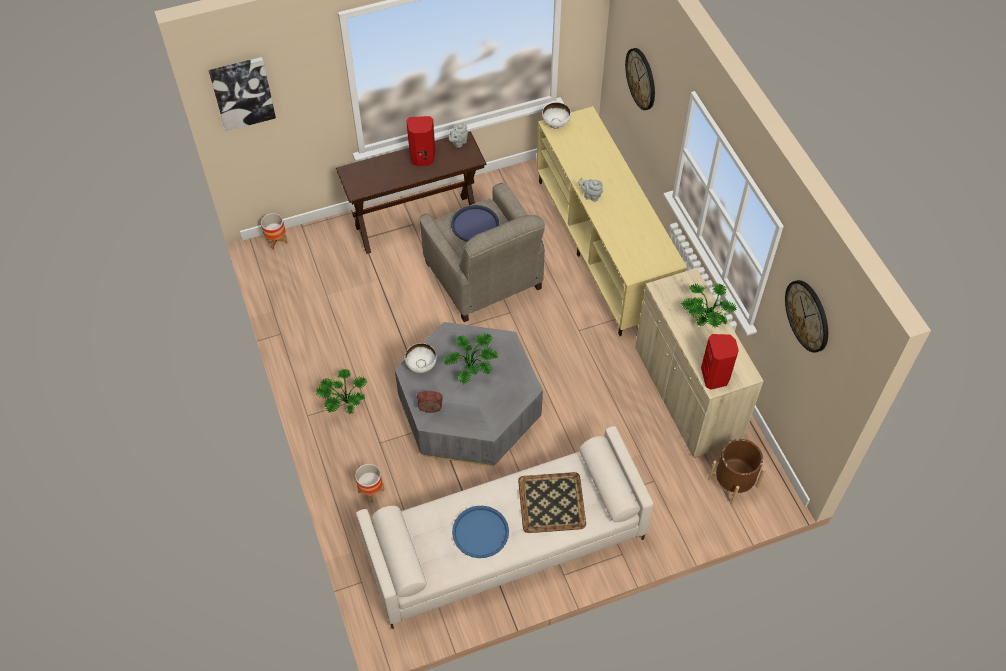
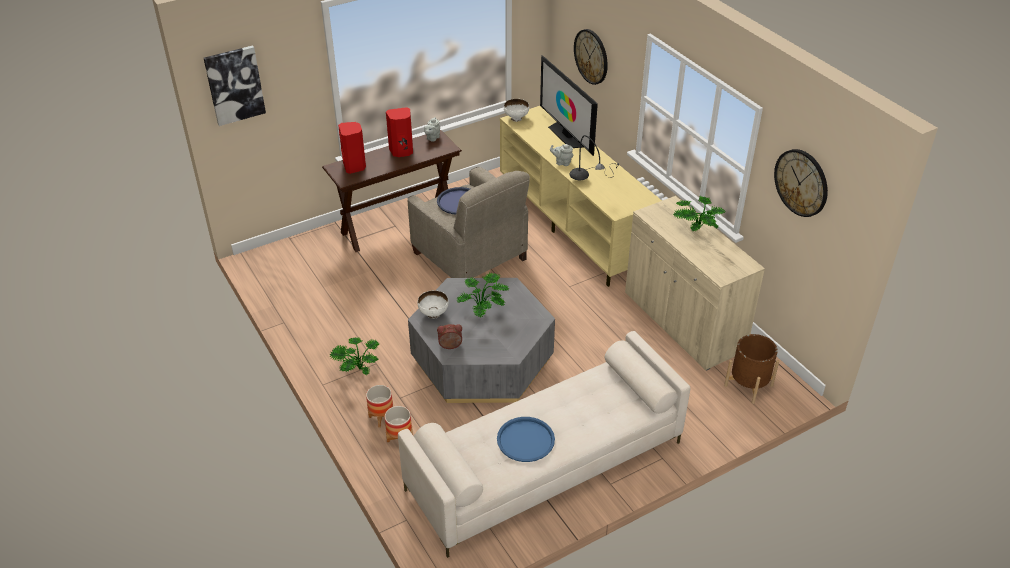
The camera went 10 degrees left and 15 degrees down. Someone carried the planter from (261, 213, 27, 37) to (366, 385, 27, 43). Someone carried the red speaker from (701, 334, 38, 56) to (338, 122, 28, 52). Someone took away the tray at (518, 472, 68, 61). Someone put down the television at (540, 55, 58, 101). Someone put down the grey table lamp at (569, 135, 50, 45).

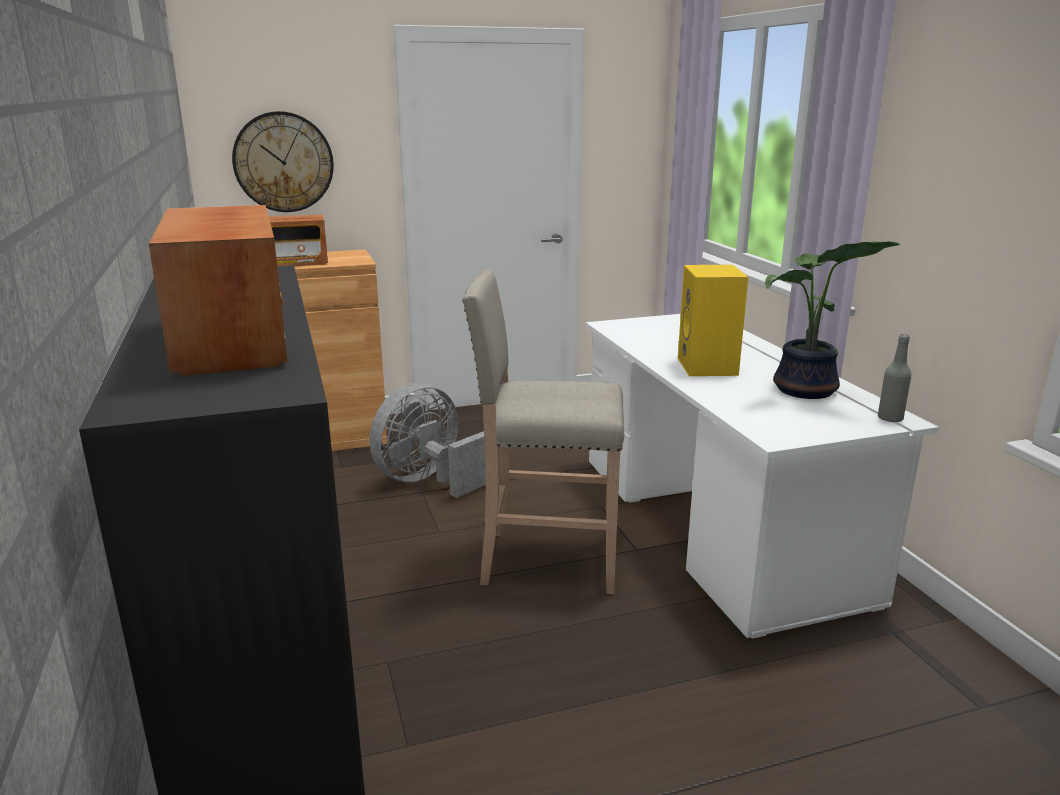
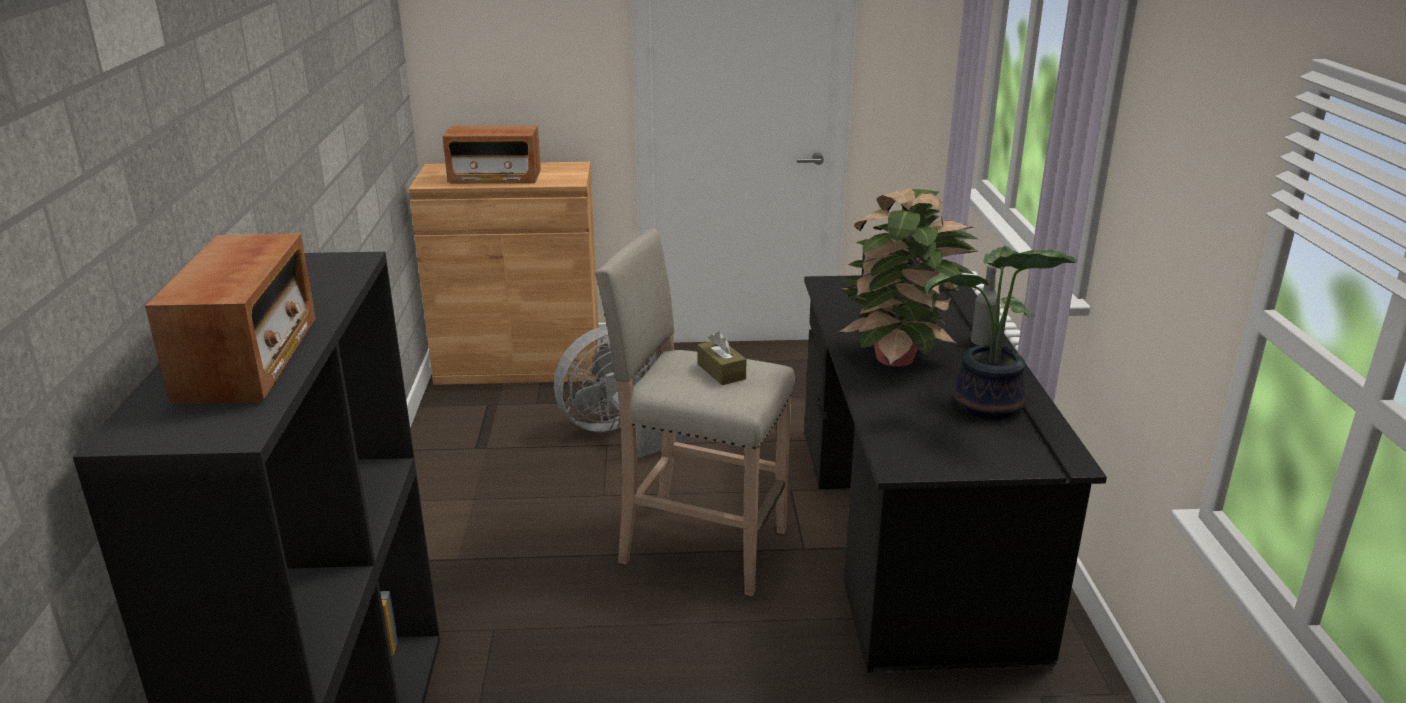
The camera went 15 degrees right and 5 degrees up. Someone took away the wall clock at (232, 111, 102, 101). Someone swapped the yellow speaker at (678, 265, 70, 111) for the potted plant at (837, 188, 141, 179). Someone repainted the white desk at (586, 314, 353, 325), which became the black desk at (804, 275, 303, 399). Someone carried the grey bottle from (878, 334, 33, 88) to (971, 265, 26, 81). Someone put down the brown tissue box at (697, 331, 50, 54).

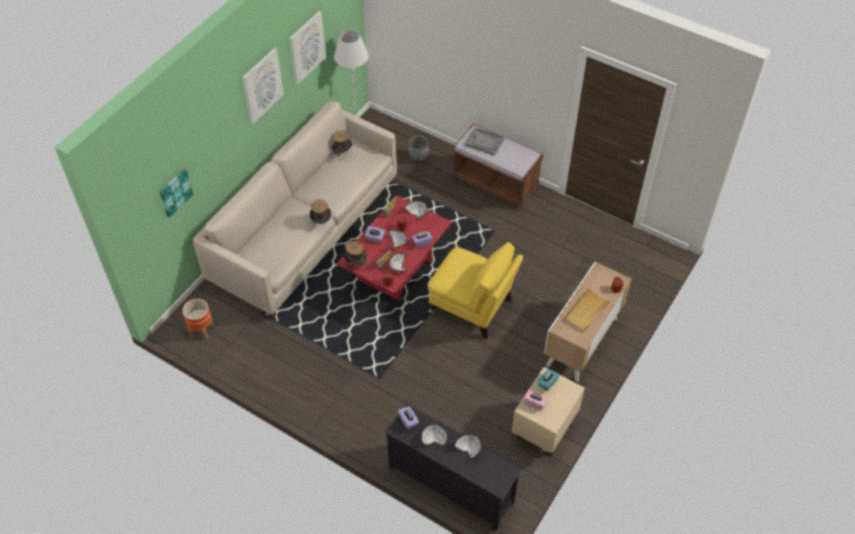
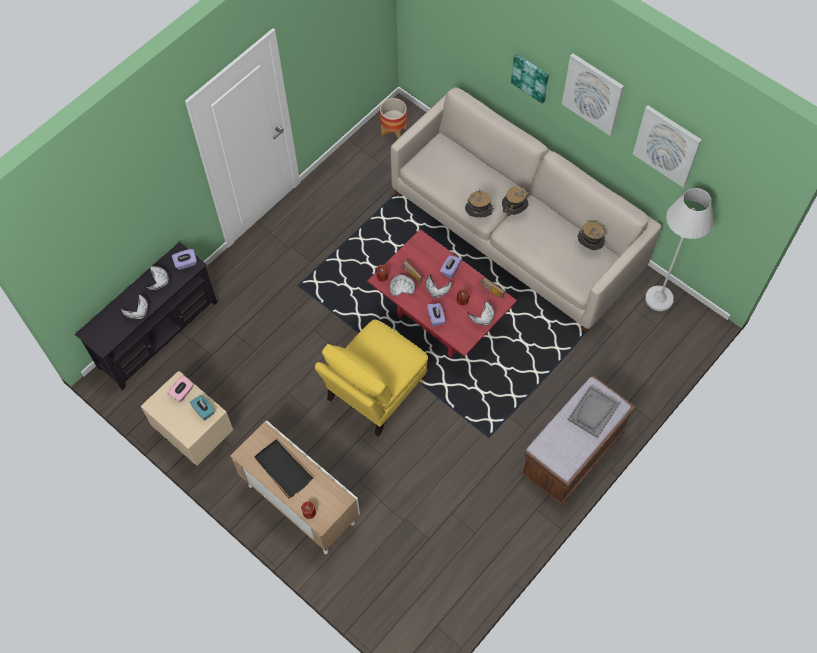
The camera went 100 degrees right and 10 degrees up. Someone took away the grey planter at (408, 135, 21, 28). Someone carried the picture from (160, 169, 33, 49) to (511, 54, 38, 50). Someone carried the hat from (344, 241, 23, 26) to (502, 186, 27, 30). Someone repainted the beige tray at (564, 288, 47, 44), which became the black tray at (254, 439, 60, 60).

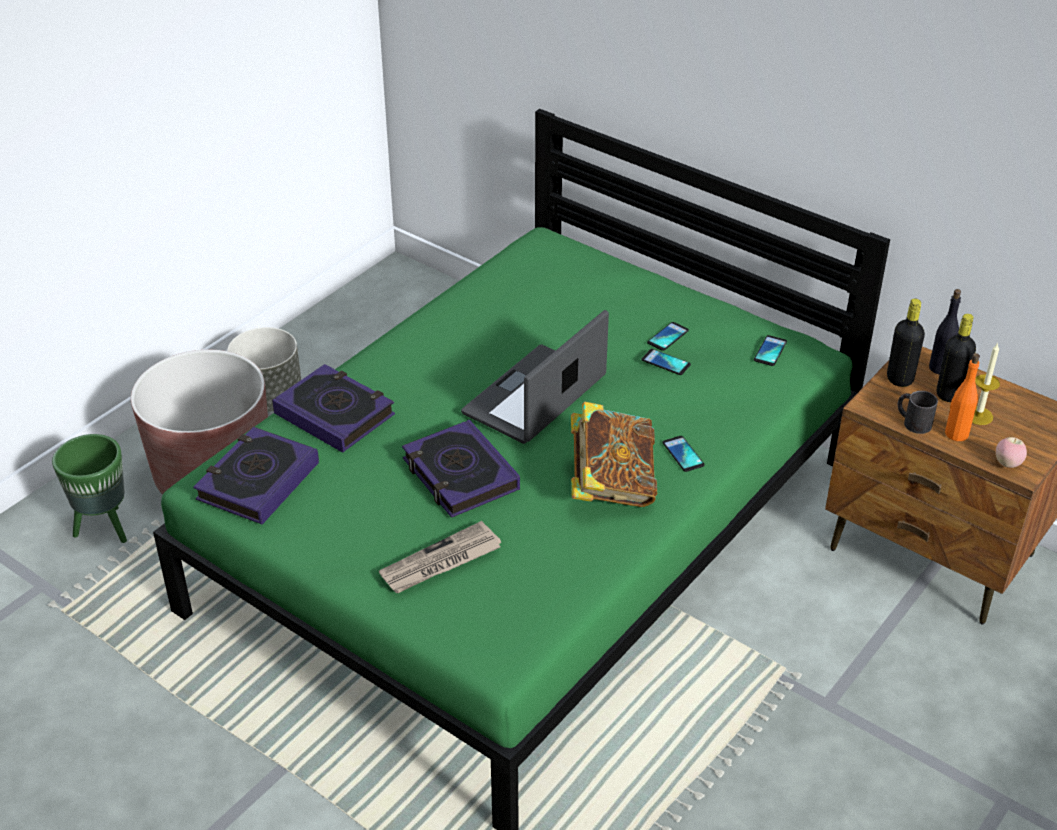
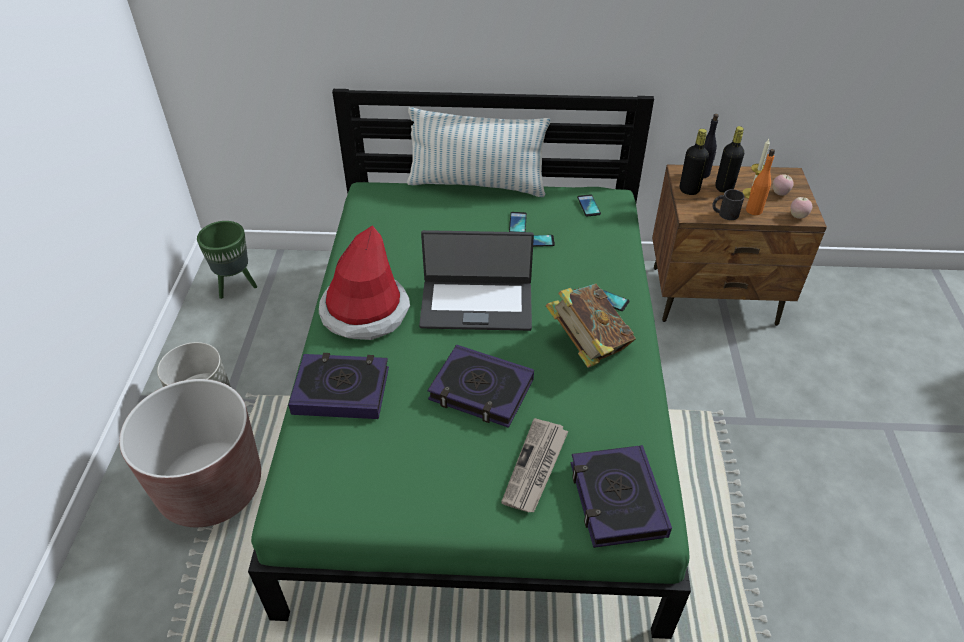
The camera went 35 degrees left and 5 degrees up. Someone rotated the laptop at (461, 310, 148, 134) by 90 degrees counterclockwise. Someone carried the book from (193, 427, 126, 97) to (571, 445, 101, 103). Someone carried the green planter from (52, 434, 75, 109) to (197, 221, 60, 78). Someone put down the pillow at (407, 107, 144, 90). Someone put down the apple at (773, 174, 21, 22). Someone put down the hat at (319, 225, 91, 115).

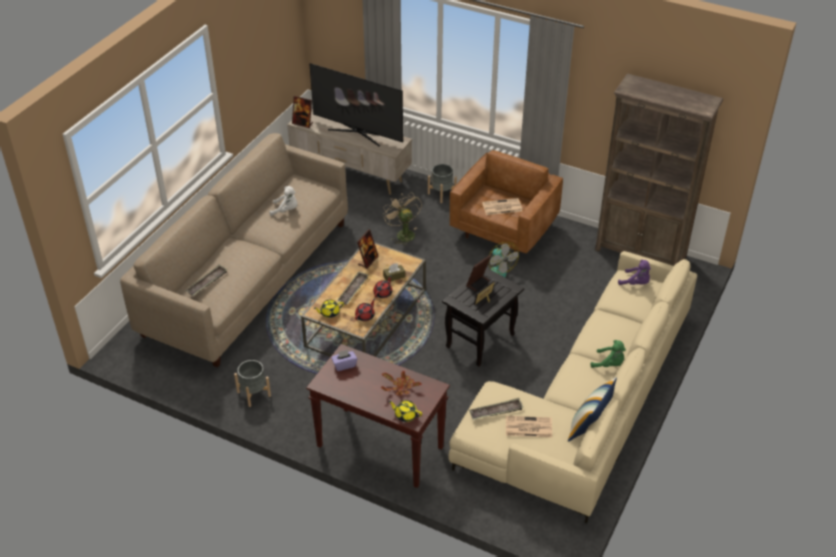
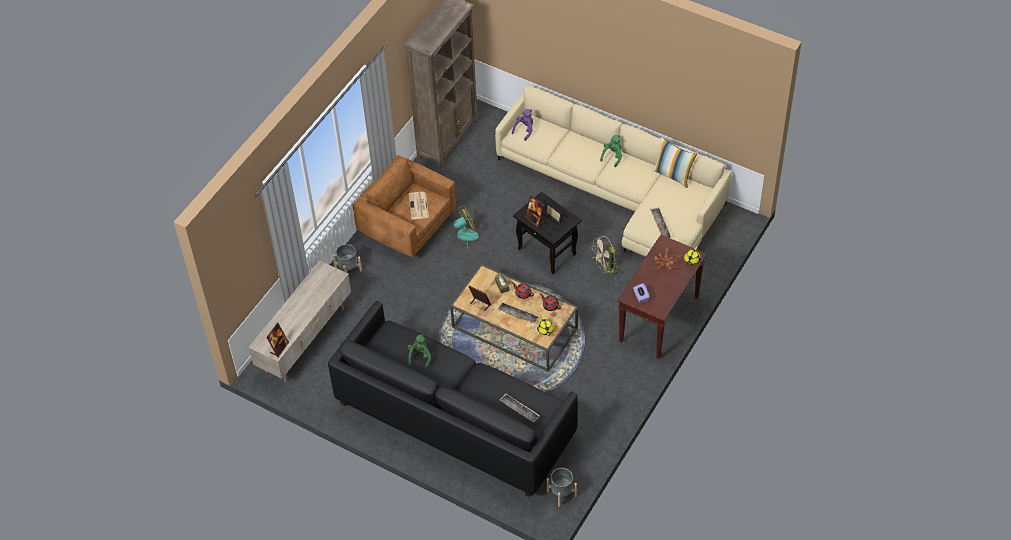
The camera went 85 degrees left and 10 degrees up. Someone took away the television at (310, 63, 93, 83). Someone repainted the beige sofa at (120, 133, 228, 234), which became the black sofa at (328, 301, 250, 196). Someone repainted the white plush toy at (269, 186, 28, 30), which became the green plush toy at (408, 334, 23, 35). Someone carried the beige fan from (383, 192, 39, 54) to (592, 235, 32, 44). Someone carried the grey planter from (234, 360, 37, 47) to (547, 468, 30, 39). Someone took away the newspaper at (506, 416, 46, 22).

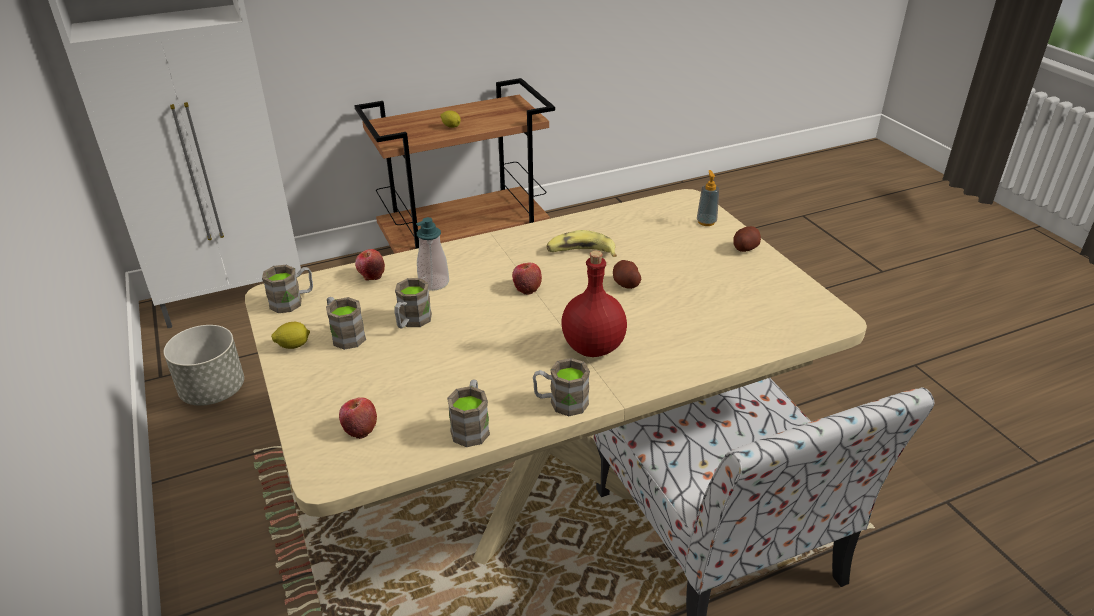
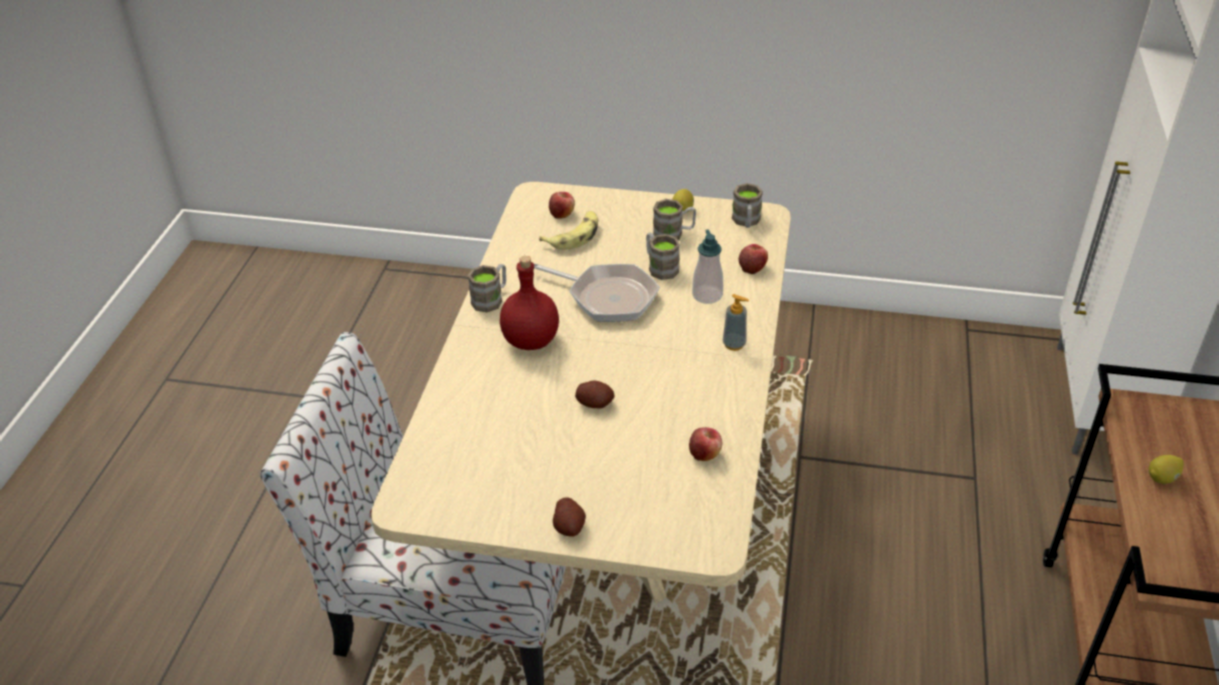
The camera went 125 degrees right and 5 degrees up. Someone carried the soap dispenser from (697, 170, 22, 56) to (723, 294, 26, 57). Someone carried the banana from (547, 230, 70, 27) to (539, 211, 59, 38). Someone carried the apple from (512, 263, 30, 32) to (689, 427, 34, 34). Someone took away the grey planter at (164, 325, 80, 81). Someone took away the brown mug at (447, 380, 43, 67). Someone put down the frying pan at (533, 263, 127, 59).

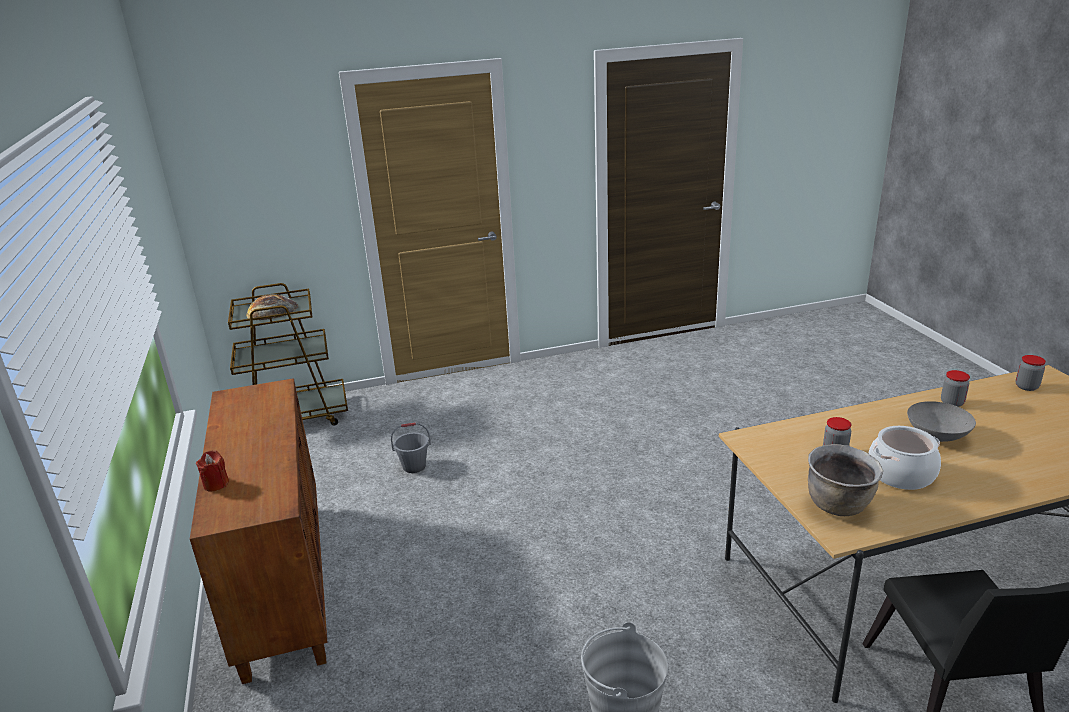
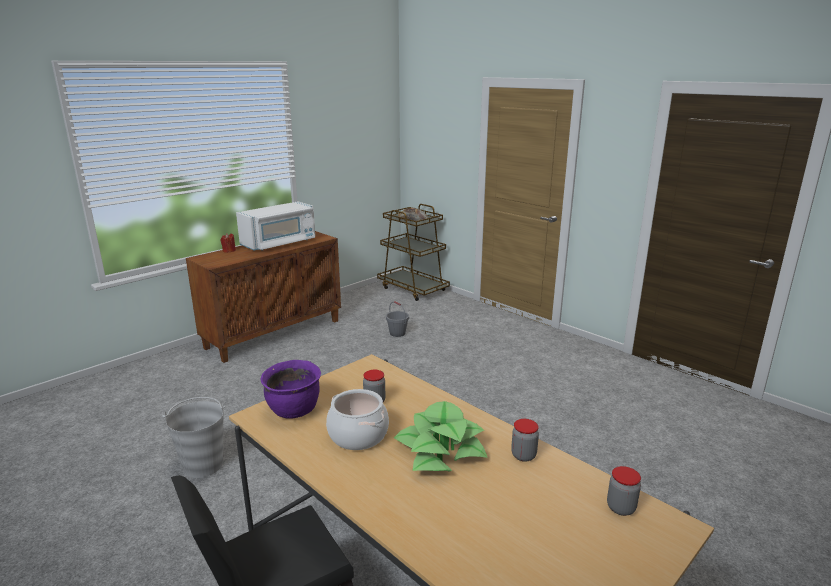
The camera went 60 degrees right and 5 degrees down. Someone swapped the grey bowl at (907, 401, 69, 41) for the potted plant at (394, 401, 94, 71). Someone repainted the brown cooking pot at (808, 444, 75, 72), which became the purple cooking pot at (261, 360, 60, 59). Someone put down the white microwave at (236, 201, 79, 50).

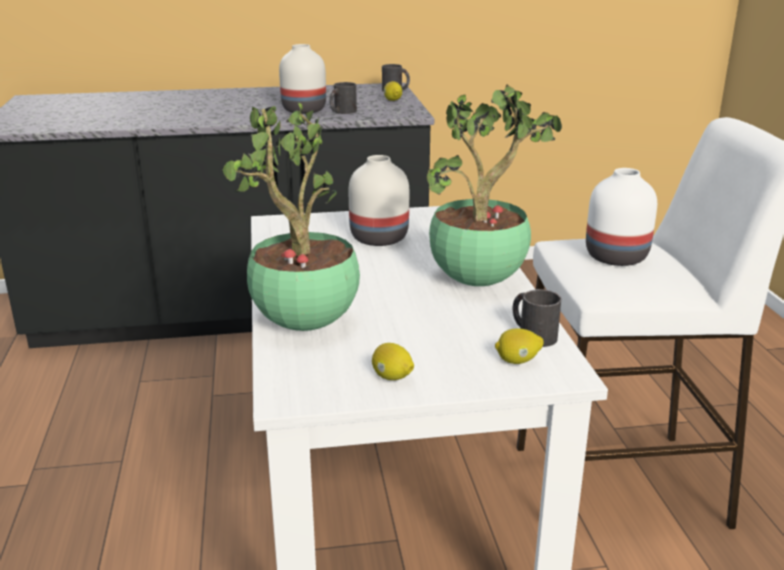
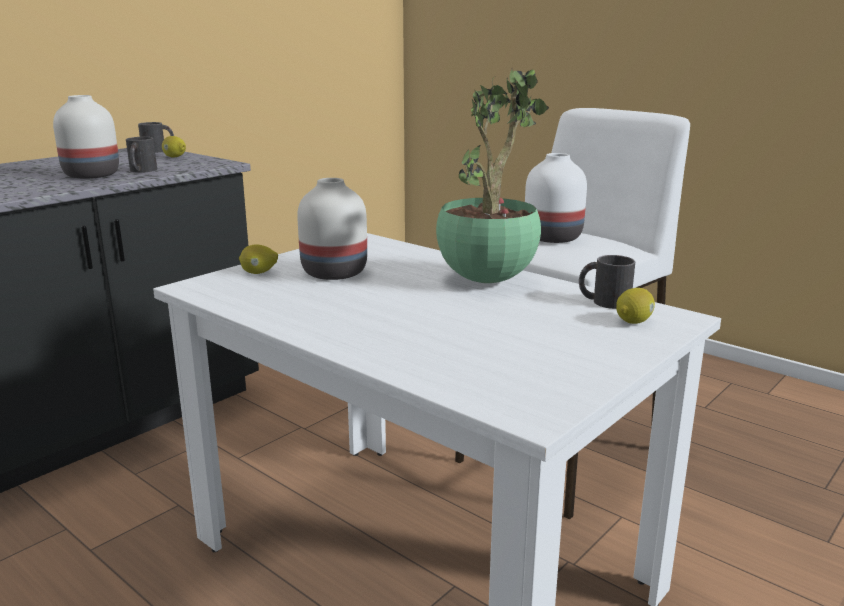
The camera went 40 degrees left and 5 degrees down. Someone took away the potted plant at (222, 103, 138, 228). Someone carried the lemon from (372, 343, 42, 37) to (239, 244, 39, 30).

